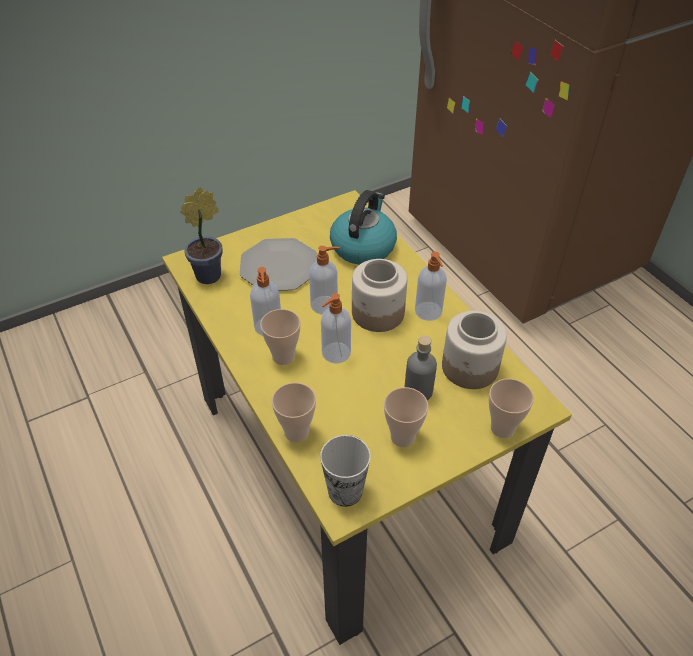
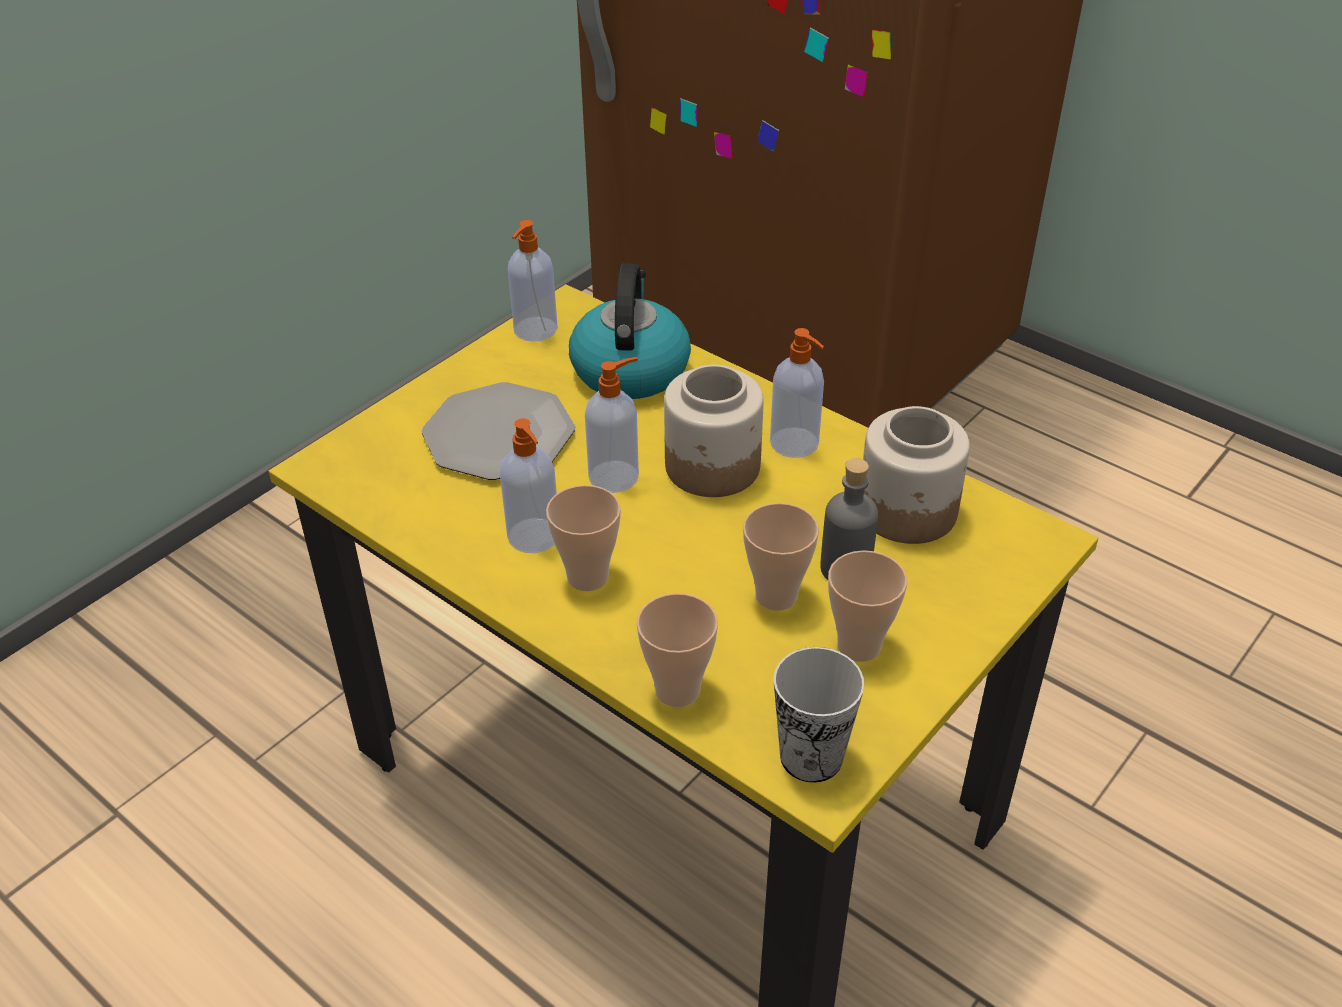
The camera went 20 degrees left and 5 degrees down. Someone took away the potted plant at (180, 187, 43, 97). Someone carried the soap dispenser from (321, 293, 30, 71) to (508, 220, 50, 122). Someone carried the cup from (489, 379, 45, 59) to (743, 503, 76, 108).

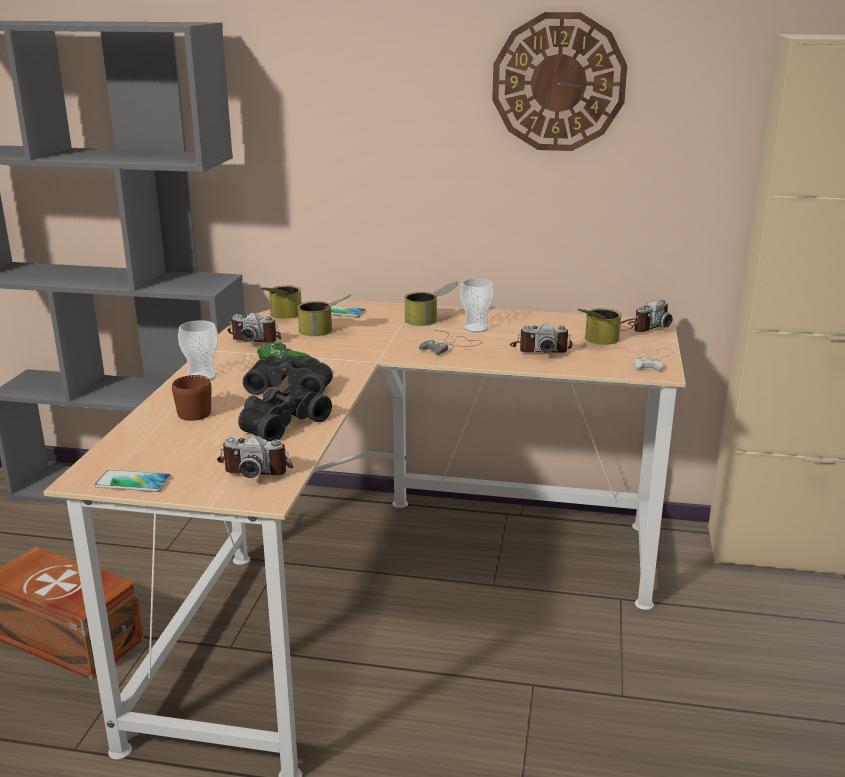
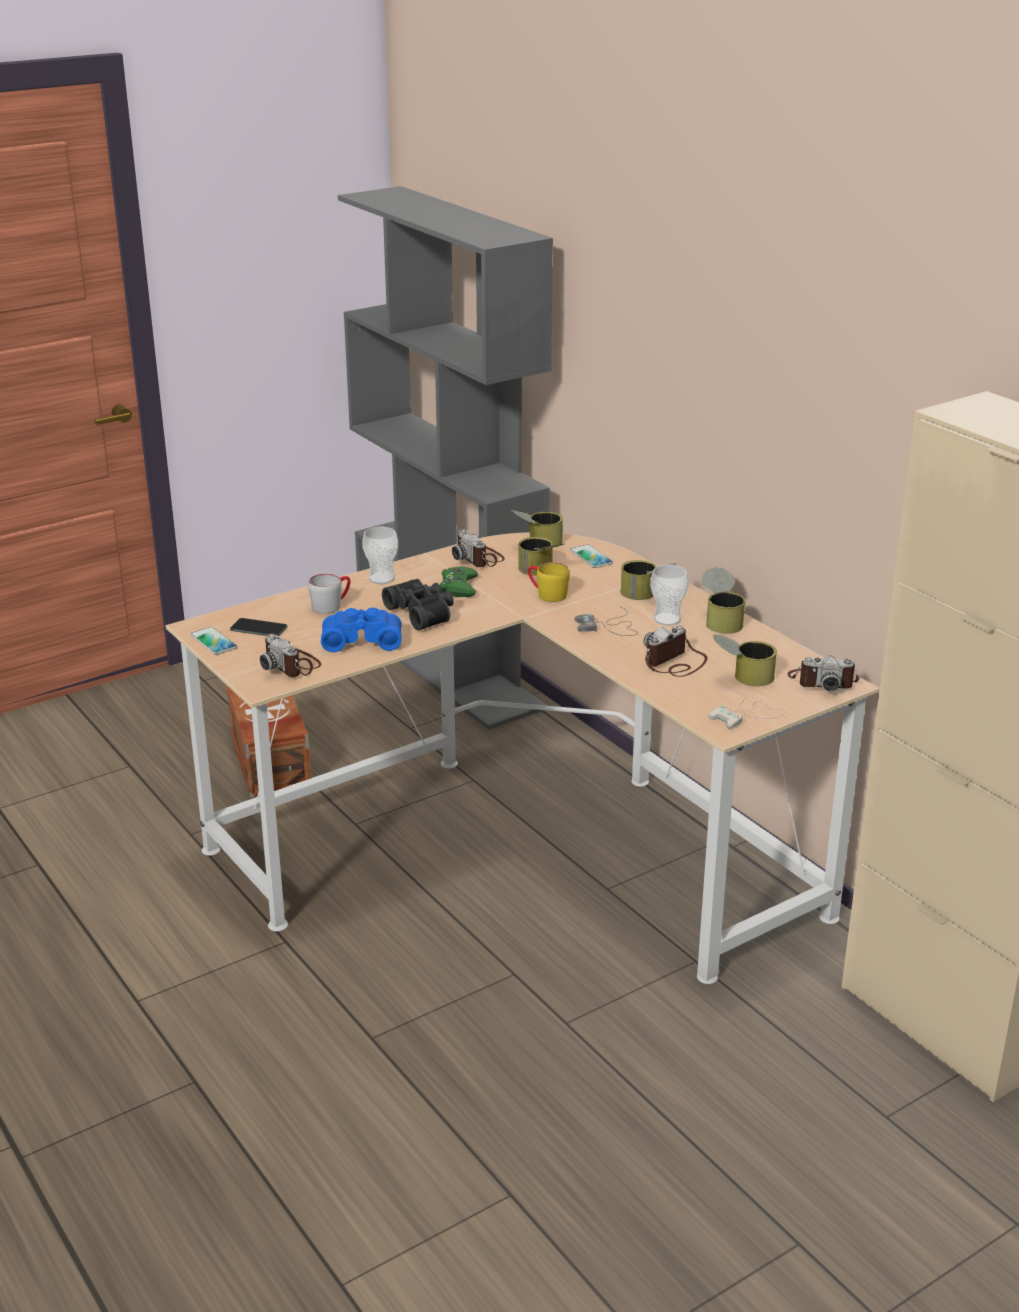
The camera went 45 degrees right and 5 degrees up. Someone took away the wall clock at (492, 12, 135, 139). Someone rotated the photo camera at (510, 323, 63, 31) by 90 degrees clockwise. Someone repainted the brown mug at (172, 375, 39, 46), which became the grey mug at (308, 573, 42, 41). Someone repainted the black binoculars at (238, 384, 94, 57), which became the blue binoculars at (321, 607, 81, 45). Someone put down the yellow mug at (528, 562, 42, 40). Someone put down the can at (702, 568, 43, 66). Someone put down the phone at (230, 618, 57, 19).

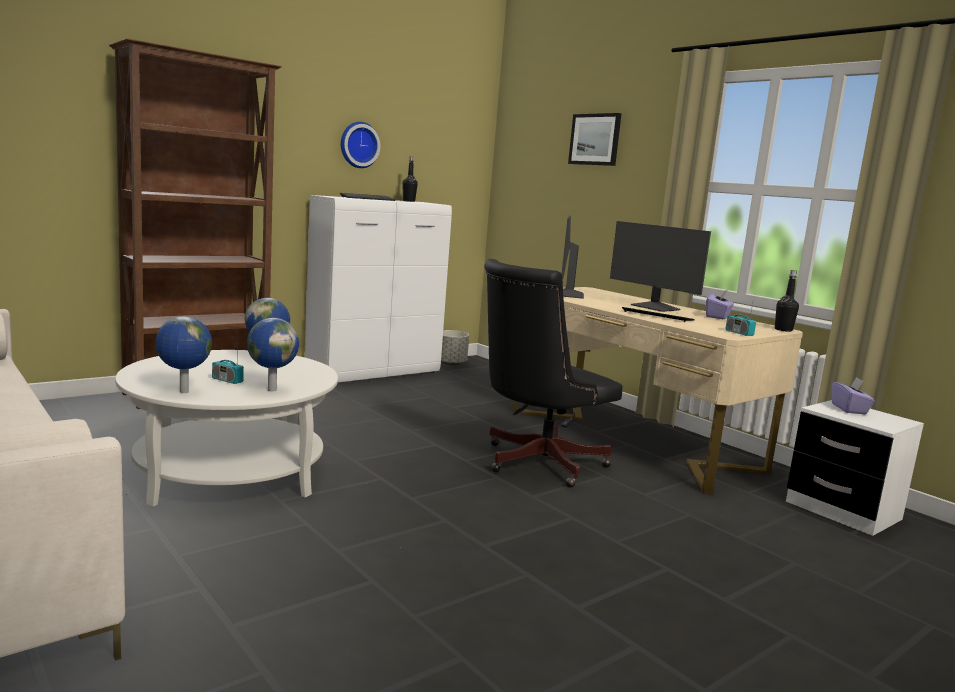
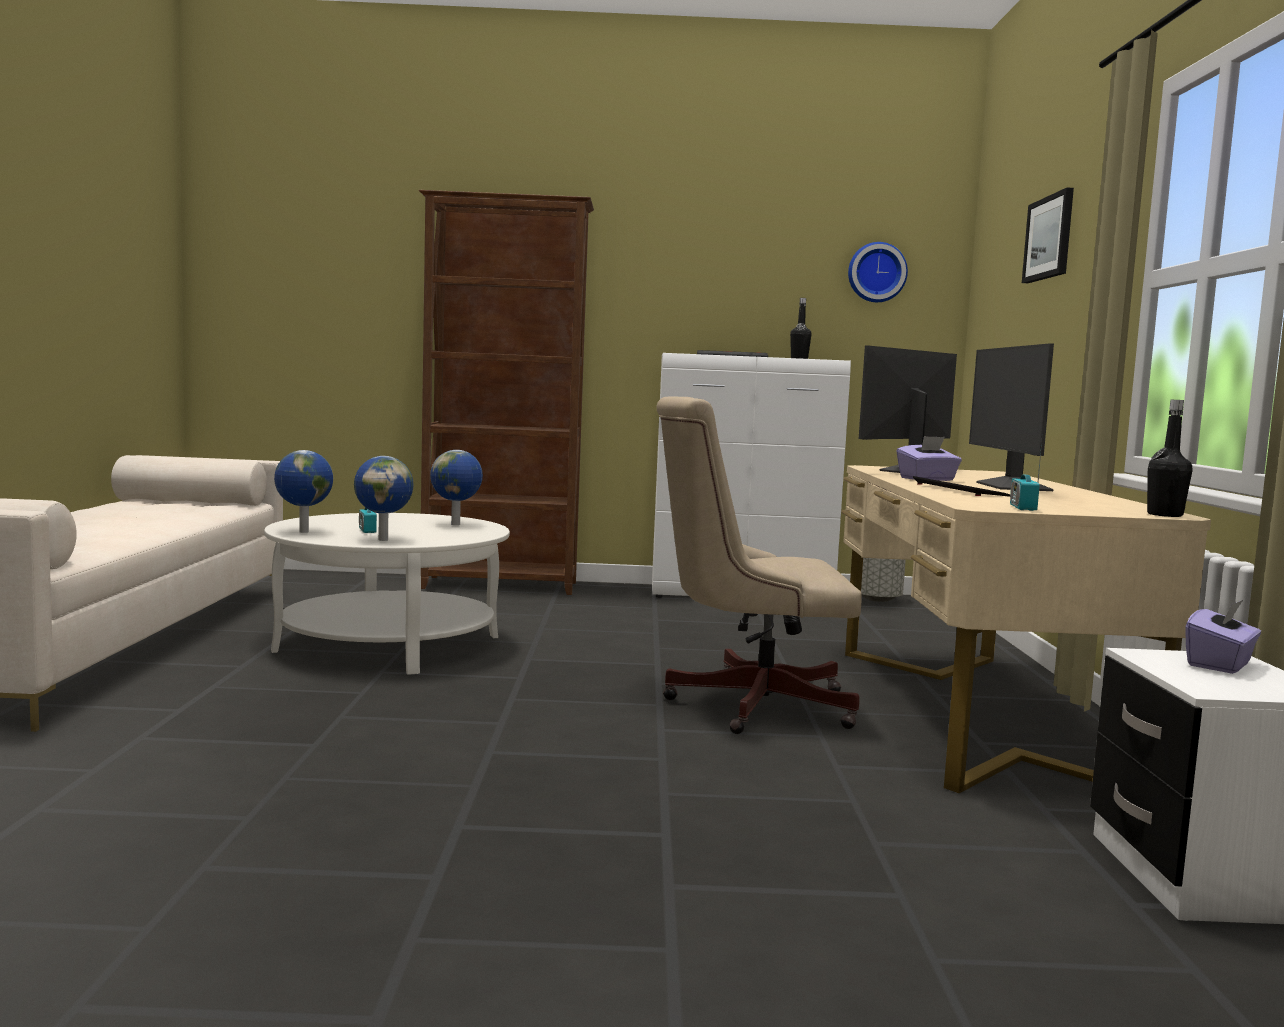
The camera went 40 degrees right and 5 degrees down. Someone carried the wall clock from (341, 122, 39, 46) to (848, 242, 60, 60). Someone repainted the black office chair at (484, 259, 138, 229), which became the beige office chair at (656, 397, 205, 337). Someone carried the purple tissue box from (706, 290, 28, 29) to (897, 436, 65, 45).

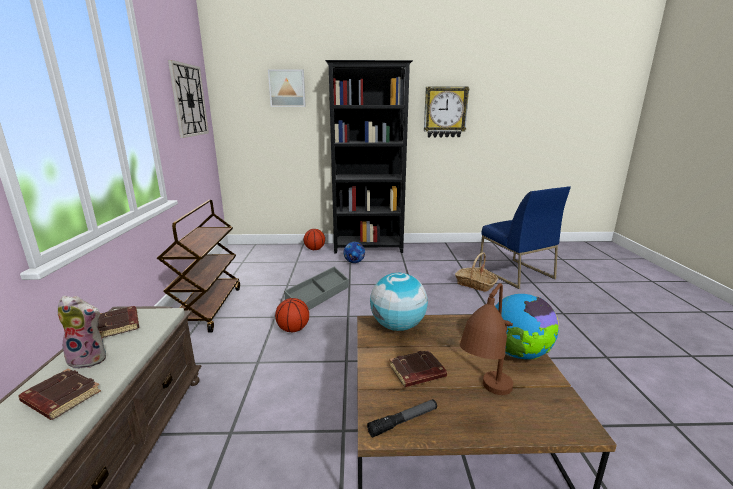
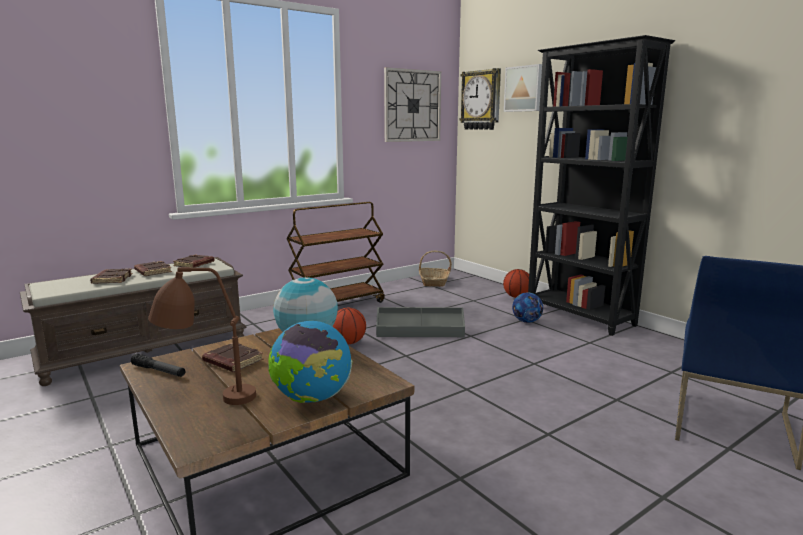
The camera went 55 degrees right and 5 degrees down. Someone carried the wall clock from (424, 86, 46, 51) to (459, 68, 42, 62). Someone carried the basket from (455, 252, 43, 40) to (419, 251, 33, 36). Someone swapped the plush toy at (58, 296, 48, 73) for the brown book at (134, 261, 38, 15).

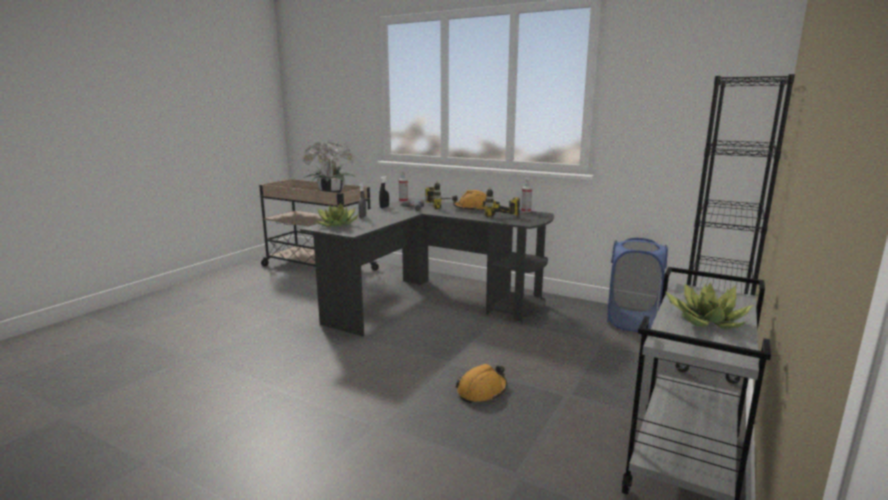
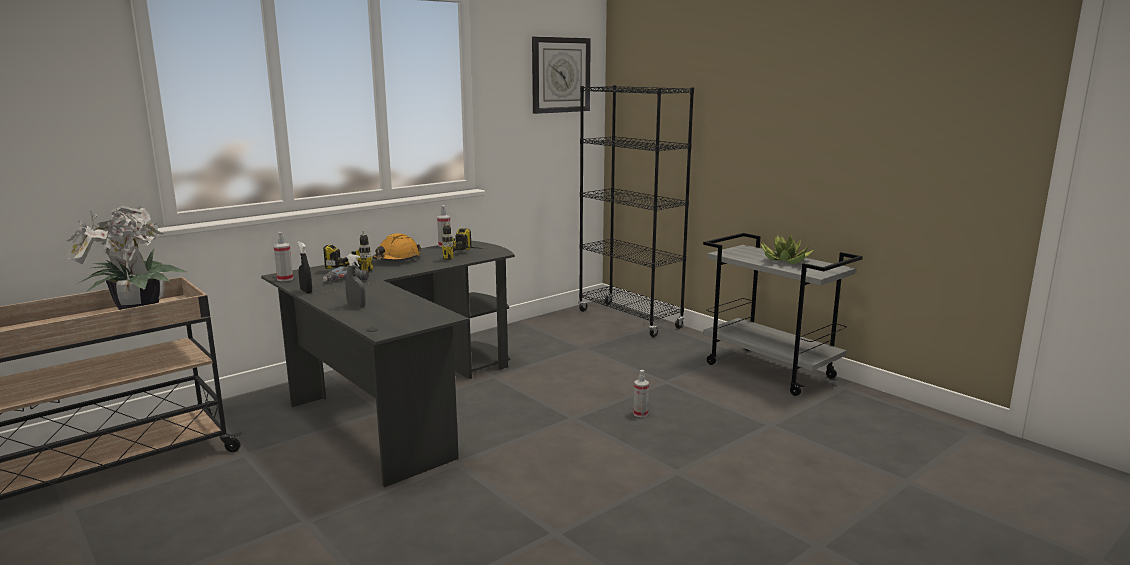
The camera went 70 degrees left and 0 degrees up. Someone took away the potted plant at (315, 203, 44, 24). Someone took away the blue laundry basket at (607, 238, 61, 94). Someone swapped the orange hard hat at (456, 364, 51, 39) for the spray bottle at (633, 370, 16, 47). Someone put up the wall clock at (532, 37, 59, 77).

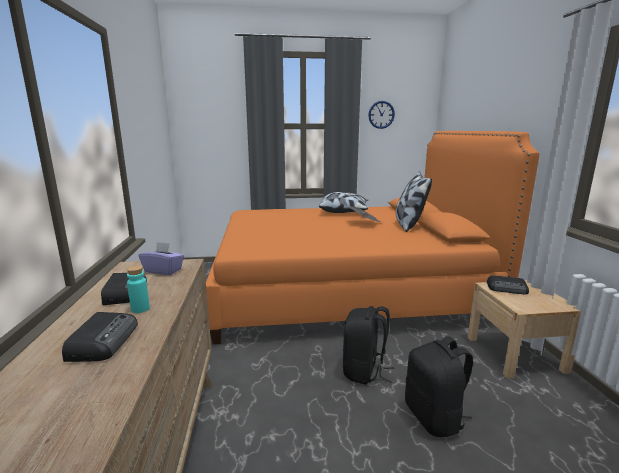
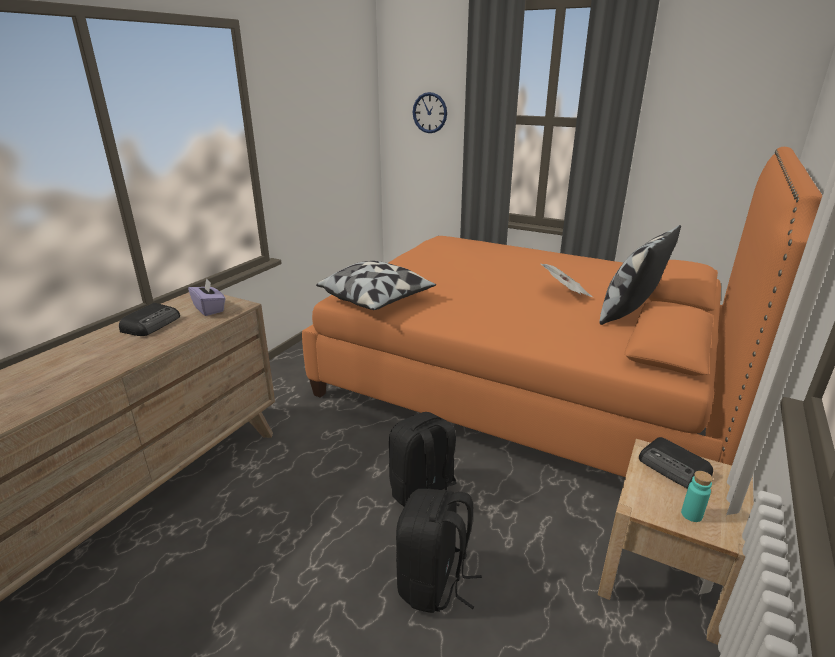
The camera went 35 degrees right and 10 degrees up. Someone carried the wall clock from (368, 101, 27, 28) to (413, 92, 34, 41). Someone carried the pillow from (319, 192, 50, 21) to (316, 261, 120, 49). Someone carried the turquoise bottle from (127, 266, 23, 47) to (681, 471, 32, 51). Someone took away the radio at (62, 312, 76, 50).

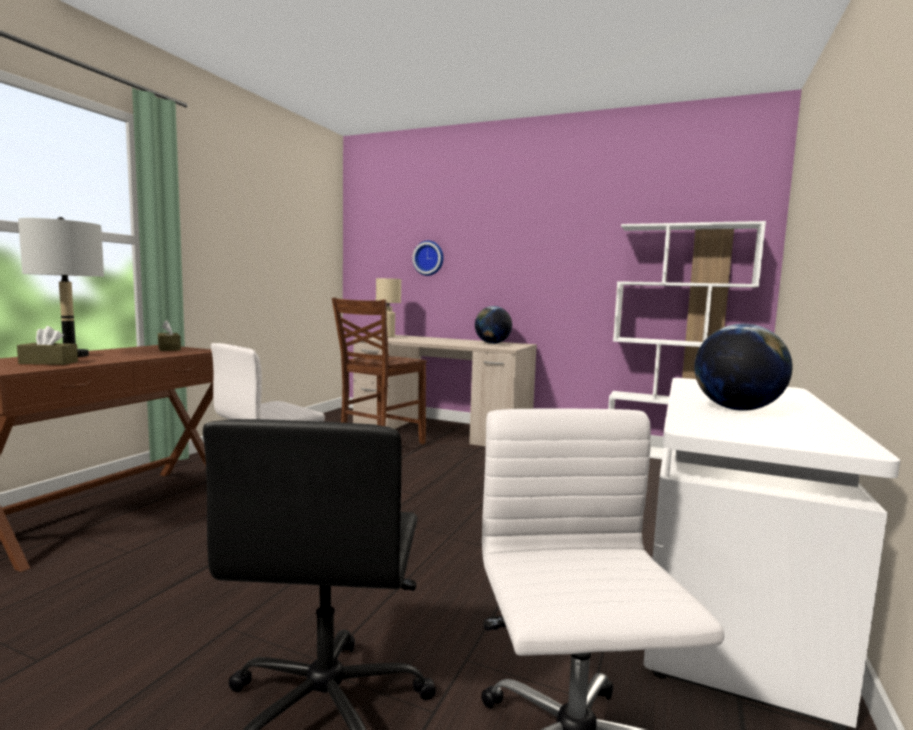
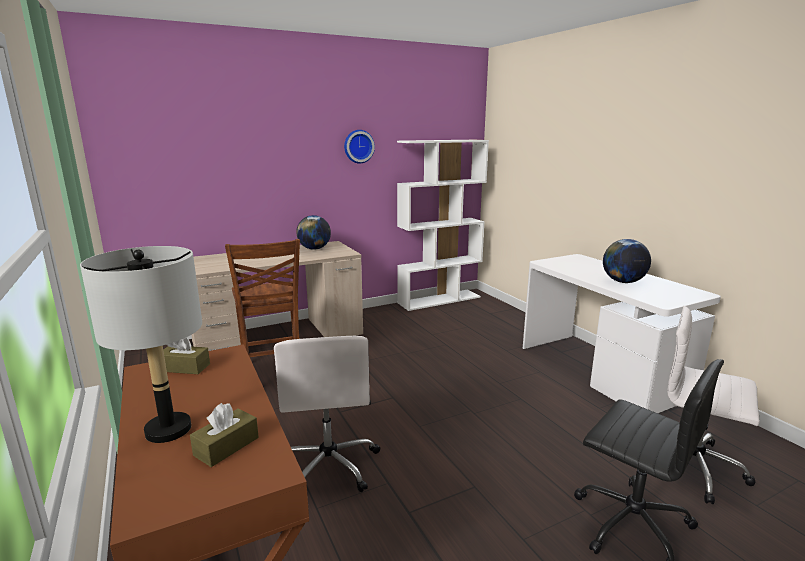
The camera went 50 degrees left and 10 degrees up. Someone carried the wall clock from (412, 241, 31, 35) to (344, 130, 31, 34). Someone took away the beige table lamp at (376, 278, 25, 60).

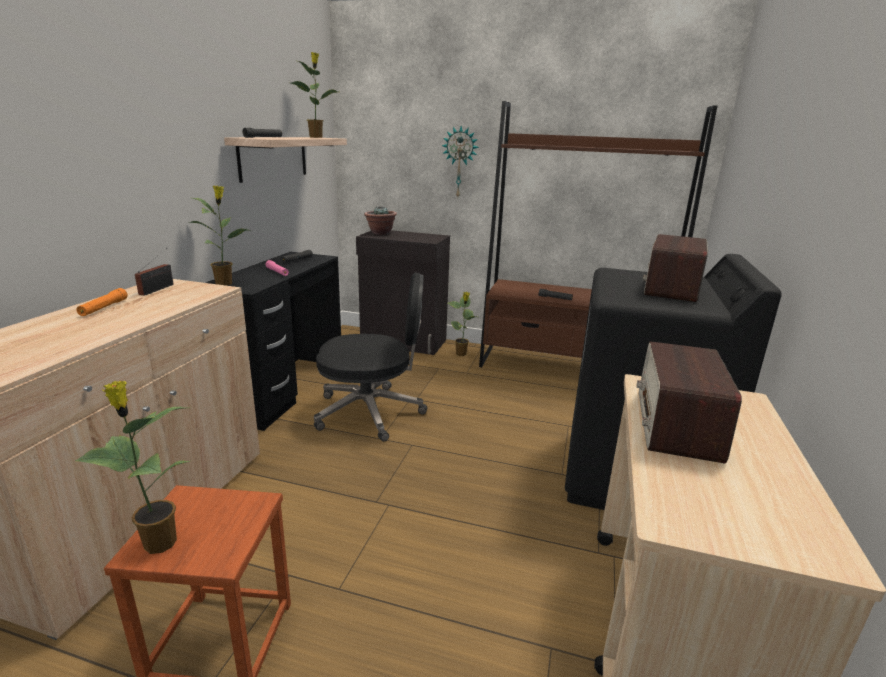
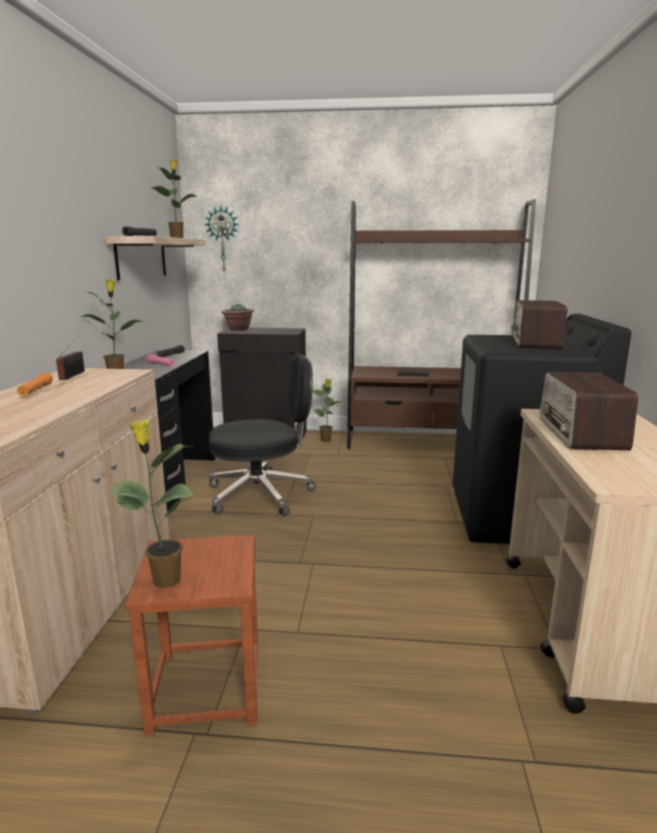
The camera went 10 degrees left and 5 degrees down. Someone carried the wall clock from (442, 126, 37, 71) to (204, 205, 35, 67).

